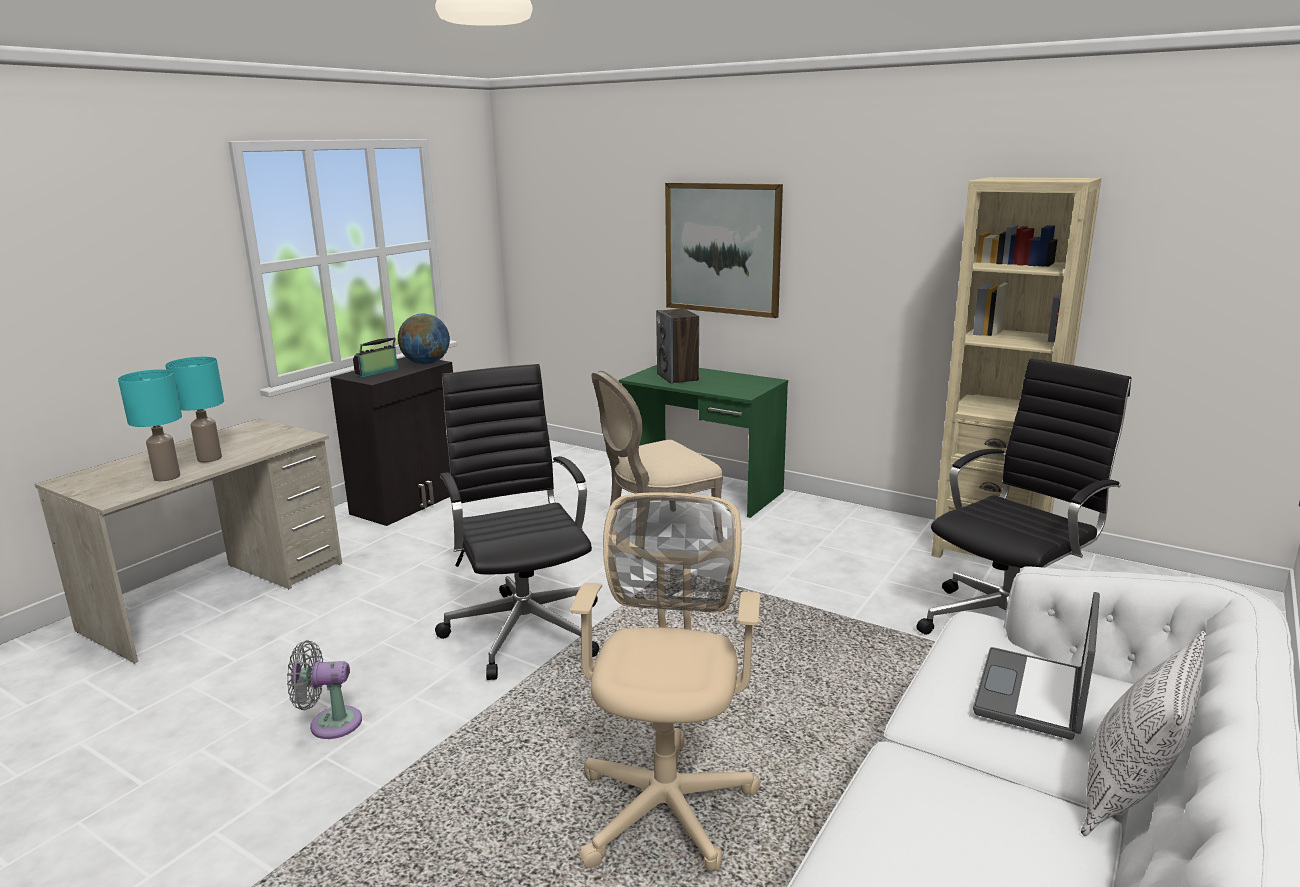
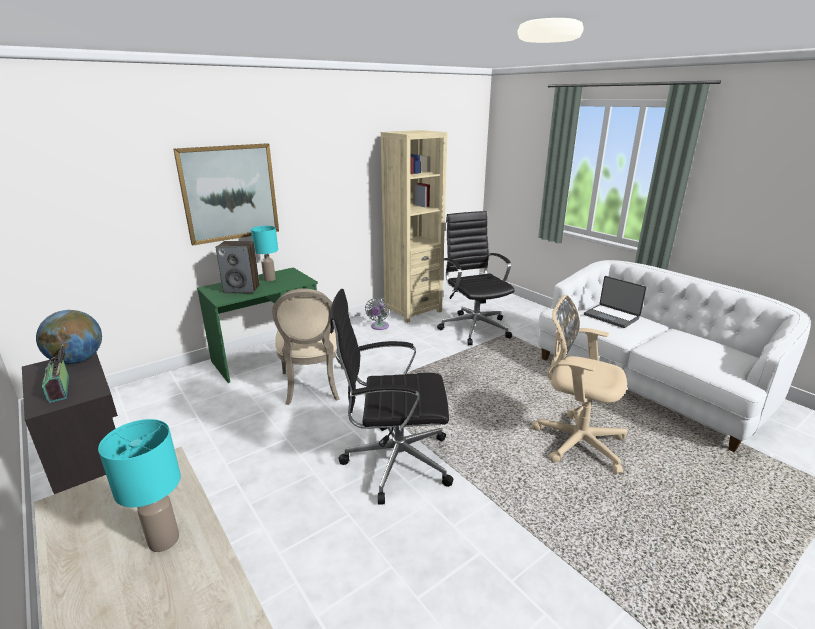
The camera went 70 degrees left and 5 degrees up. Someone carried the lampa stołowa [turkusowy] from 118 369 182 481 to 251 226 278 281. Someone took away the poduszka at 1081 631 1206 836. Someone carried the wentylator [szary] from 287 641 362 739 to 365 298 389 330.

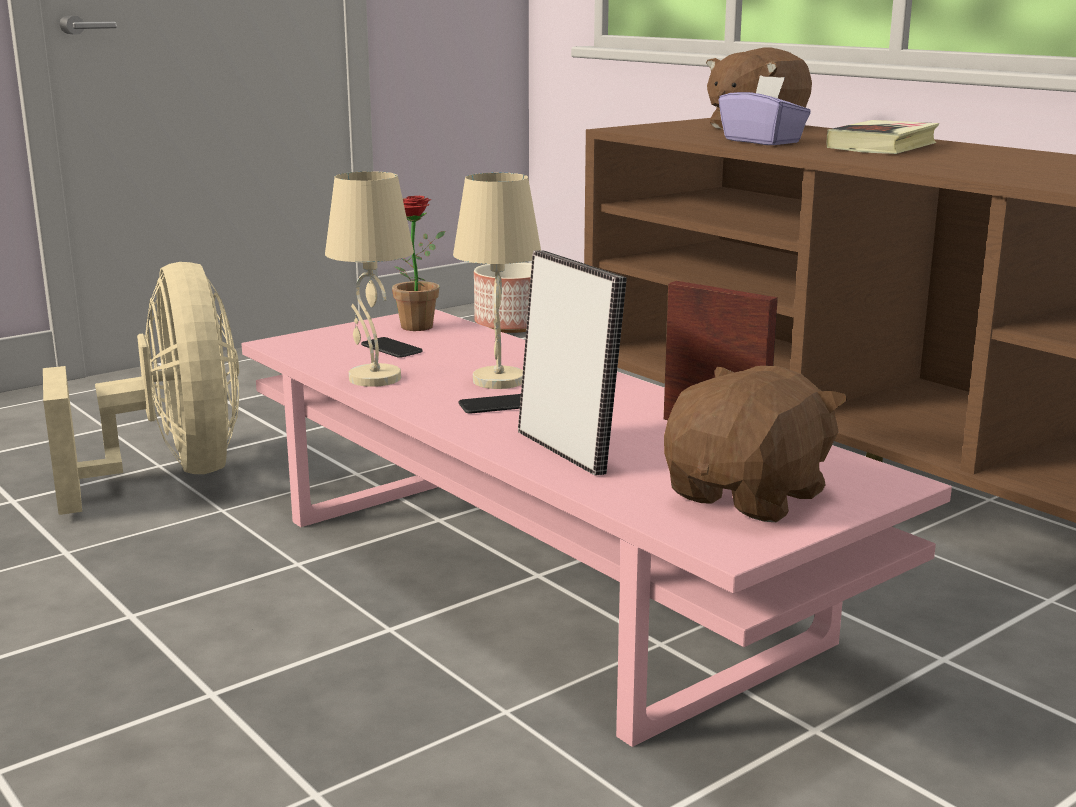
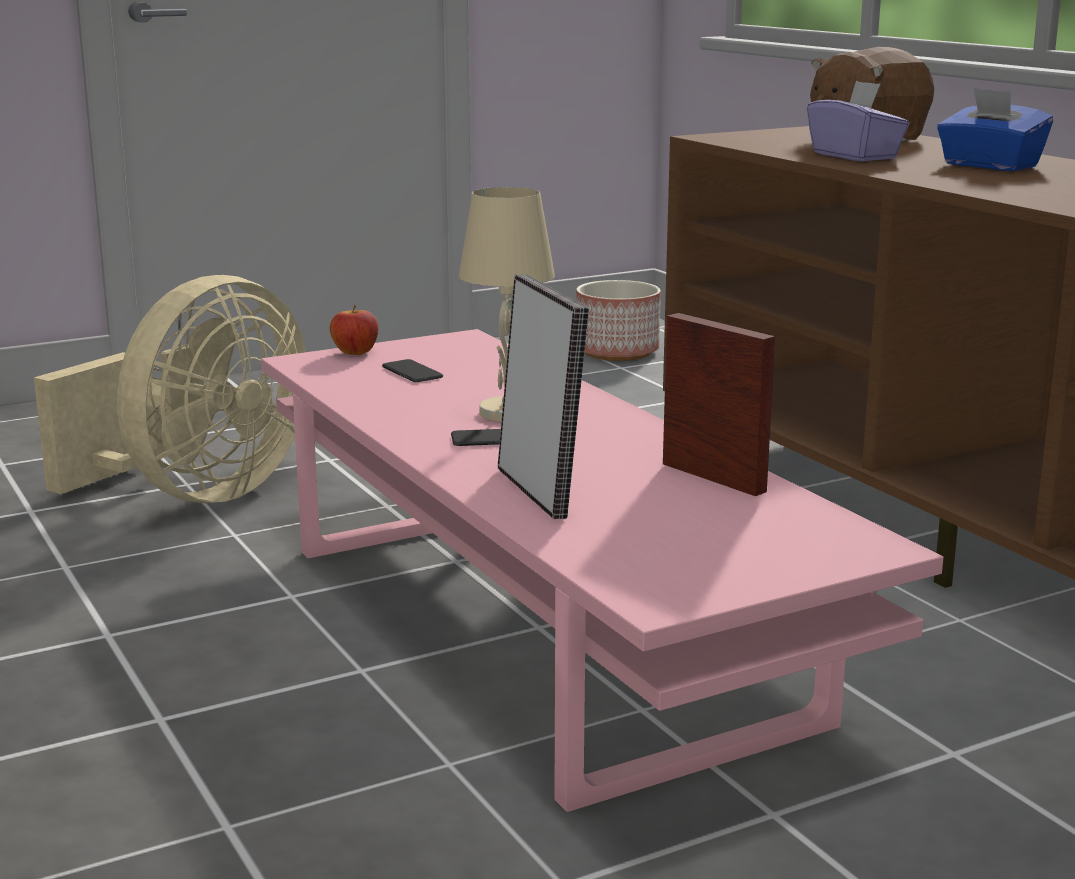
The camera went 10 degrees right and 0 degrees up. Someone swapped the książka at 826 120 939 154 for the pudełko chusteczek [niebieski] at 937 88 1053 171. Someone took away the lampa stołowa [beżowy] at 325 171 414 387. Someone took away the roślina doniczkowa at 392 196 445 331. Someone rotated the wentylator [beżowy] at 43 262 239 515 by 45 degrees clockwise. Someone took away the pluszak [brązowy] at 664 366 847 522. Someone put down the jabłko at 330 305 378 355.

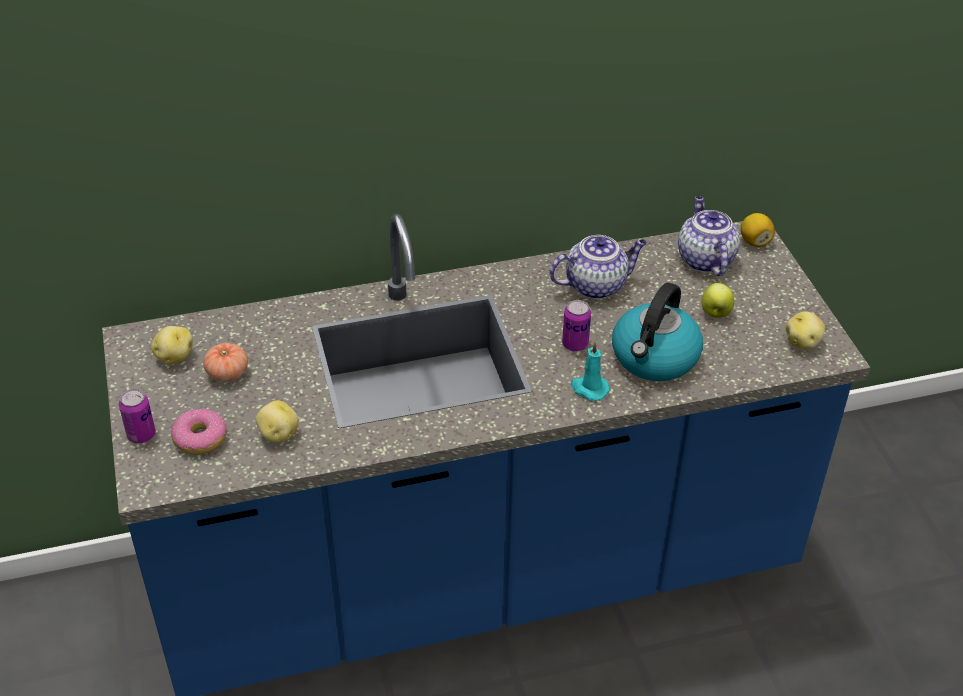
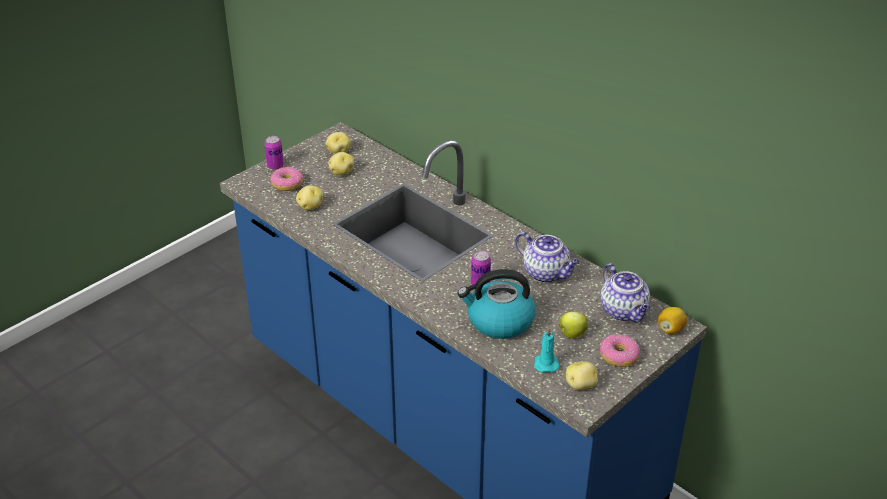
The camera went 60 degrees right and 5 degrees down. Someone rotated the imbryk at 678 196 740 276 by 105 degrees clockwise. Someone carried the świeca [turkusowy] from 571 342 610 401 to 534 327 560 372. Someone swapped the pomidor at 203 343 248 382 for the ziemniak at 328 152 354 175. Someone put down the donut at 600 334 640 367.

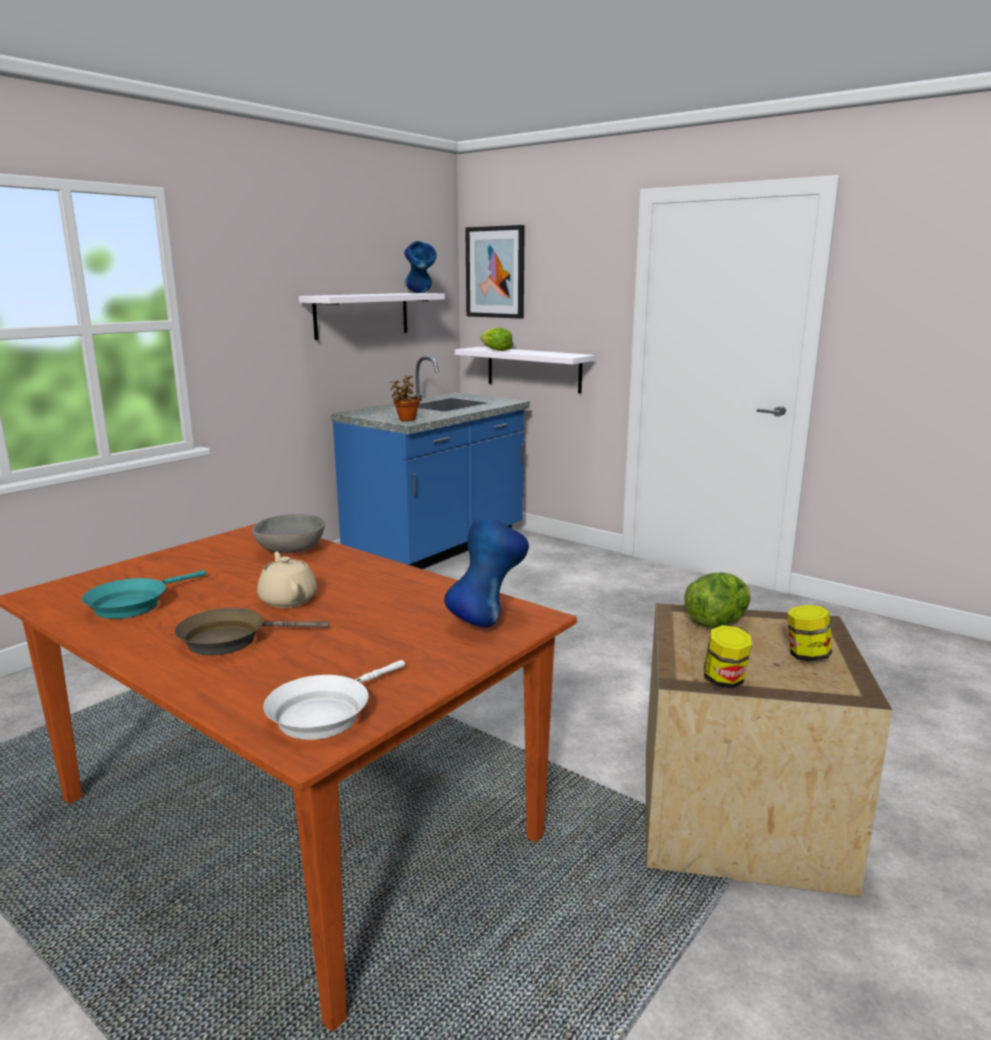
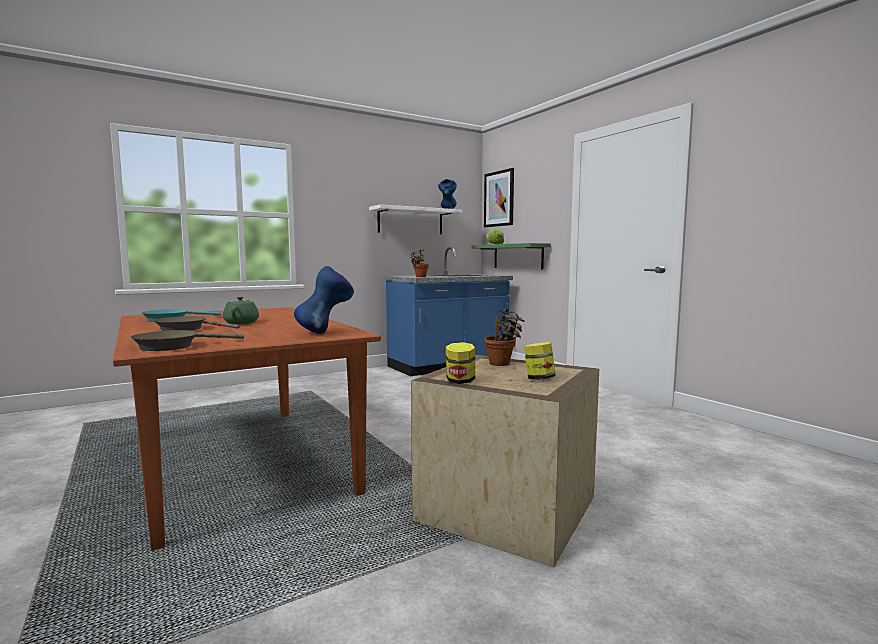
The camera went 20 degrees right and 10 degrees down. Someone repainted the półka [biały] at 455 347 595 394, which became the półka [zielony] at 471 243 551 269. Someone took away the miska [szary] at 252 514 325 553. Someone repainted the imbryk [beżowy] at 257 551 317 608, which became the imbryk [zielony] at 223 297 259 324. Someone swapped the sałata at 684 572 751 628 for the roślina doniczkowa at 484 309 525 366. Someone repainted the patelnia [biały] at 263 660 405 740, which became the patelnia [brązowy] at 131 330 244 351.

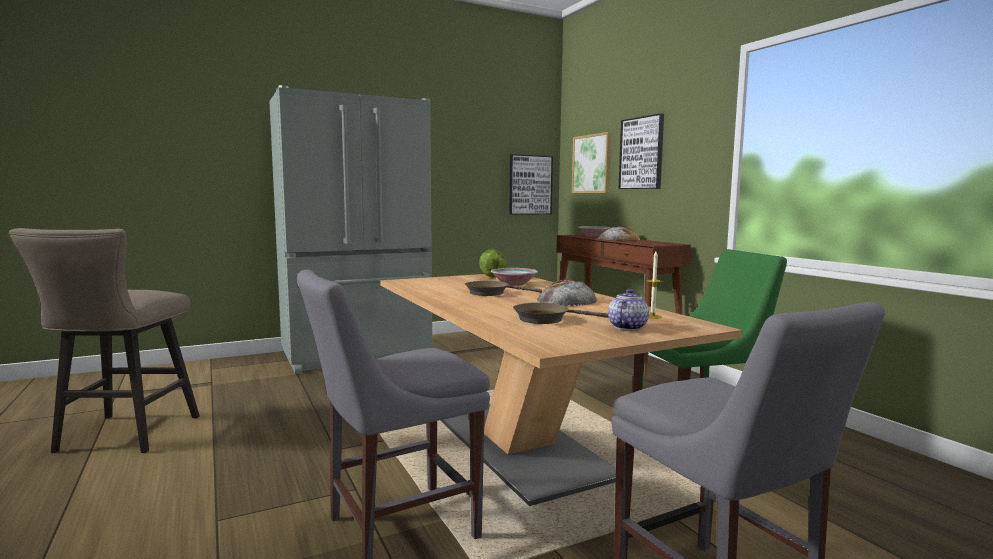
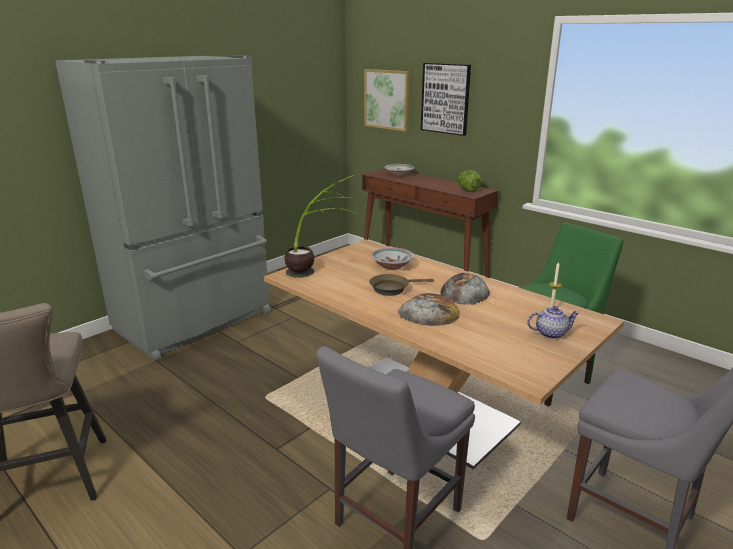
The camera went 20 degrees left and 15 degrees up. Someone took away the obraz at 509 154 553 215. Someone carried the chleb from 599 226 640 241 to 398 293 460 326. Someone carried the sałata from 479 249 507 278 to 458 170 482 192. Someone rotated the imbryk at 608 289 649 330 by 75 degrees clockwise. Someone took away the patelnia [brązowy] at 513 303 609 324. Someone put down the roślina doniczkowa at 284 175 357 278.

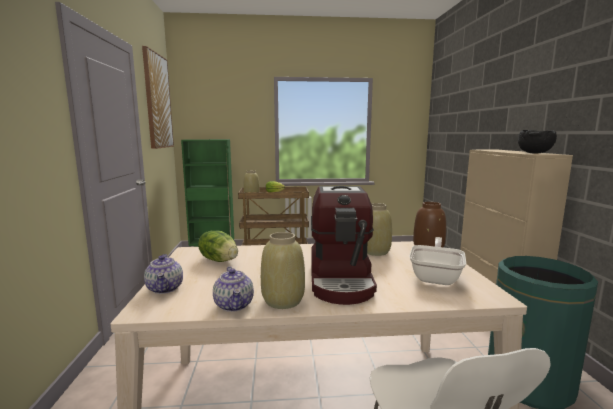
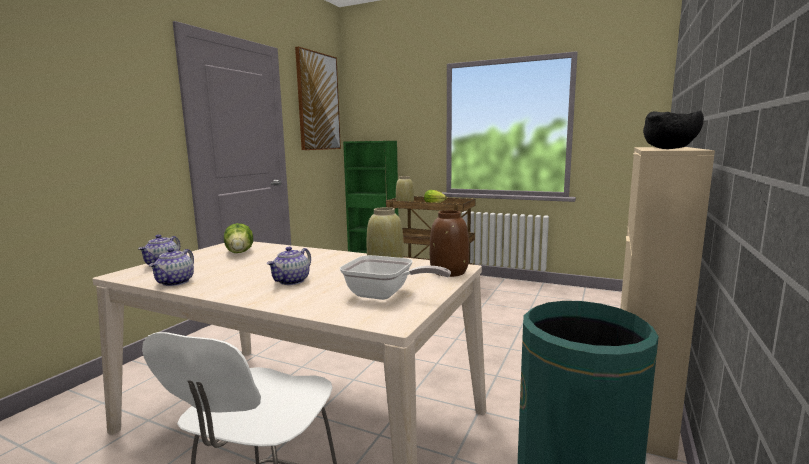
The camera went 30 degrees right and 0 degrees up. Someone swapped the ekspres do kawy at 311 186 377 305 for the imbryk at 267 247 311 285. Someone took away the wazon [beżowy] at 261 232 305 309. Someone rotated the patelnia at 409 237 466 285 by 60 degrees clockwise.

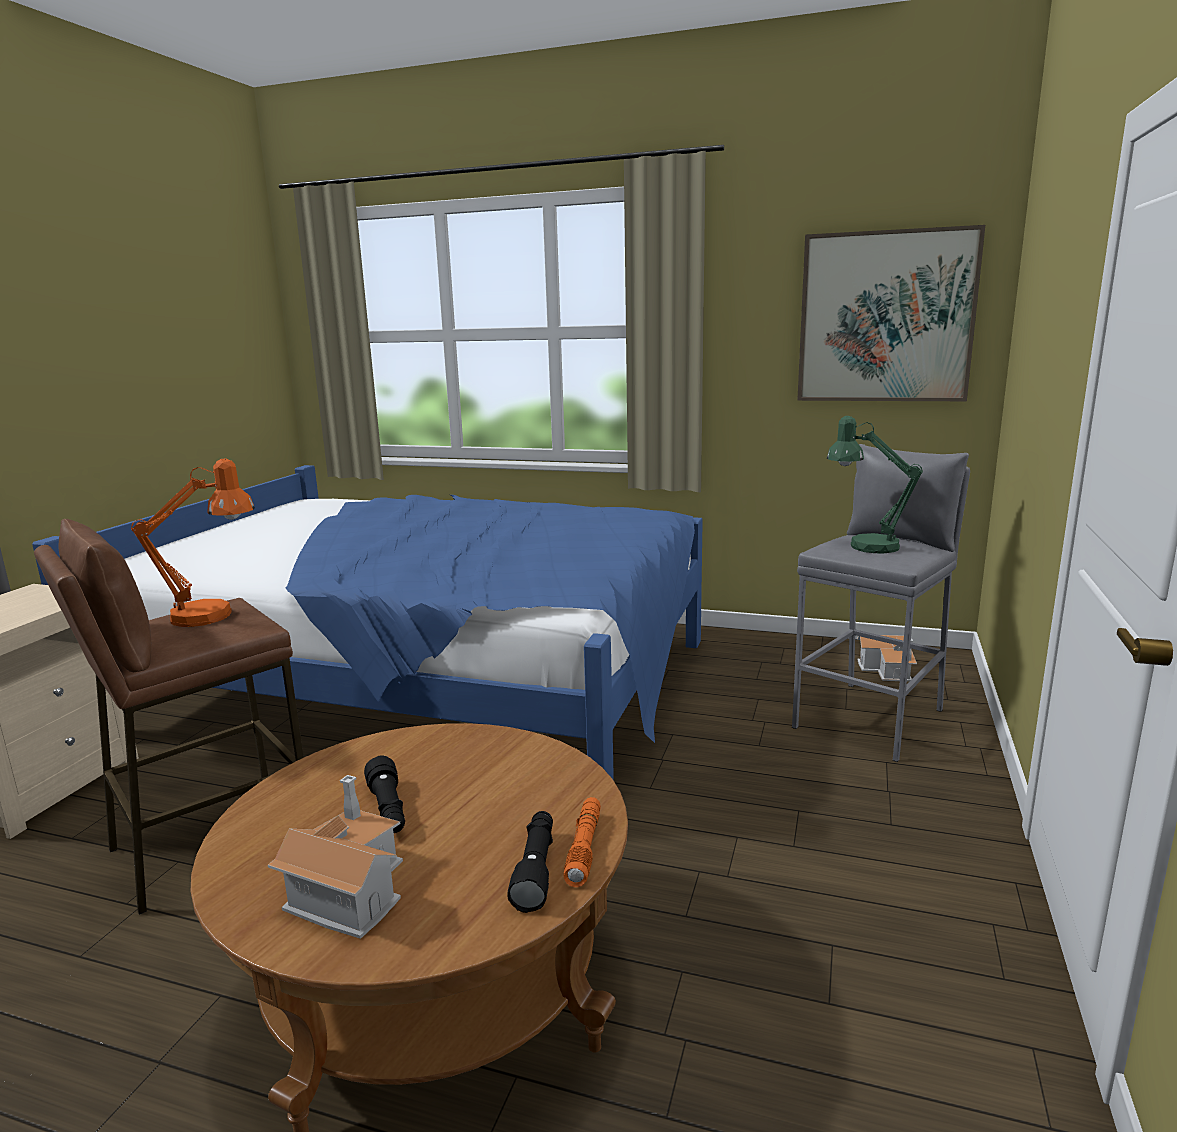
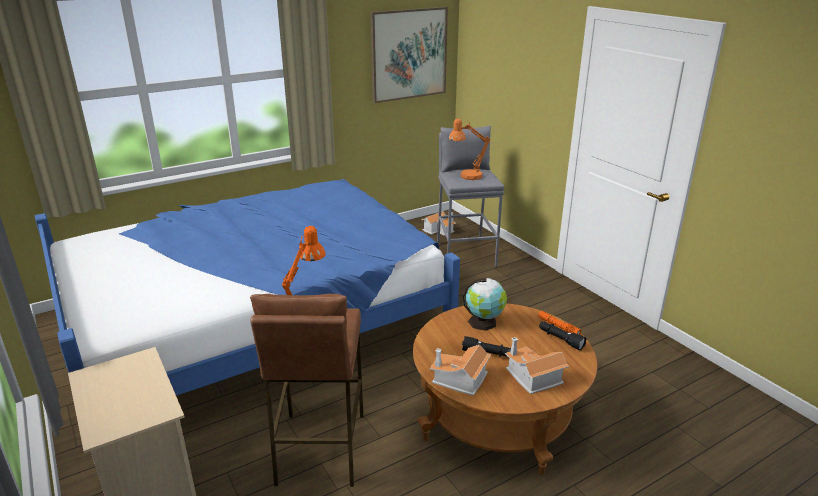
The camera went 50 degrees left and 10 degrees up. Someone repainted the lampa stołowa [zielony] at 827 416 923 554, which became the lampa stołowa [pomarańczowy] at 449 118 490 180. Someone put down the globus at 463 278 507 331. Someone put down the domek at 430 345 491 396.

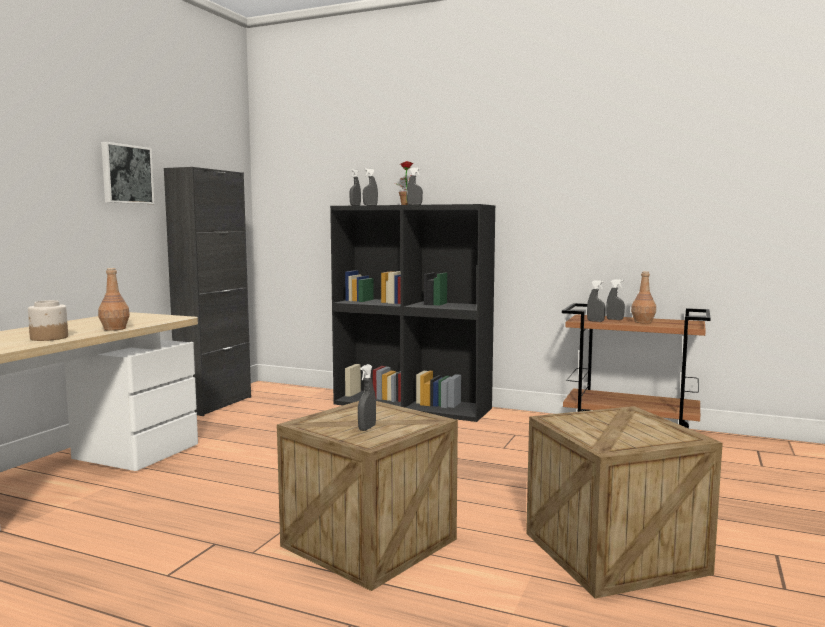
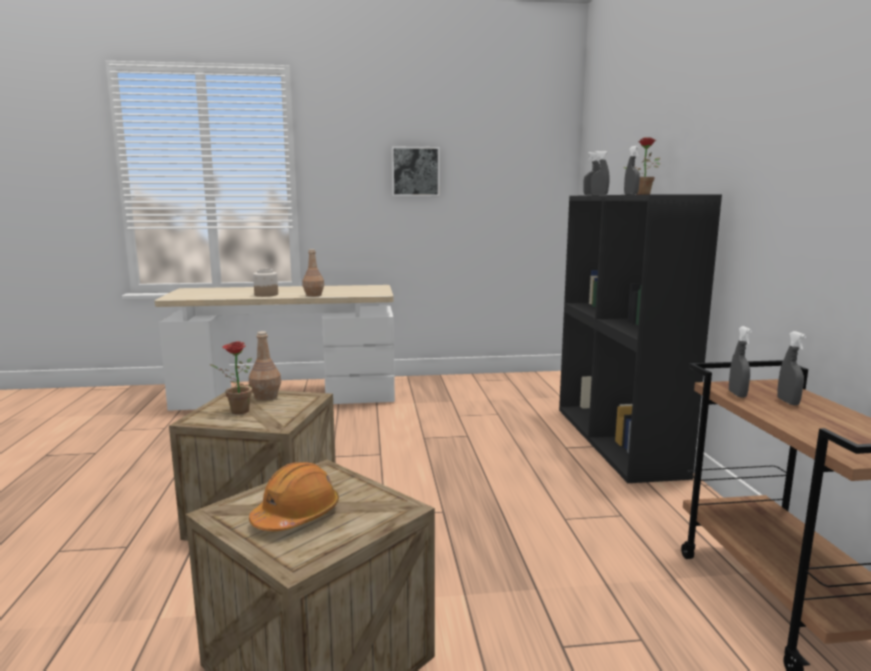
The camera went 60 degrees right and 5 degrees up. Someone took away the szafka [czarny] at 164 167 251 416. Someone carried the butelka [brązowy] from 631 271 656 323 to 249 331 281 401. Someone swapped the spryskiwacz [szary] at 358 364 376 431 for the roślina doniczkowa at 210 341 252 414. Someone put down the kask [pomarańczowy] at 249 462 339 531.

